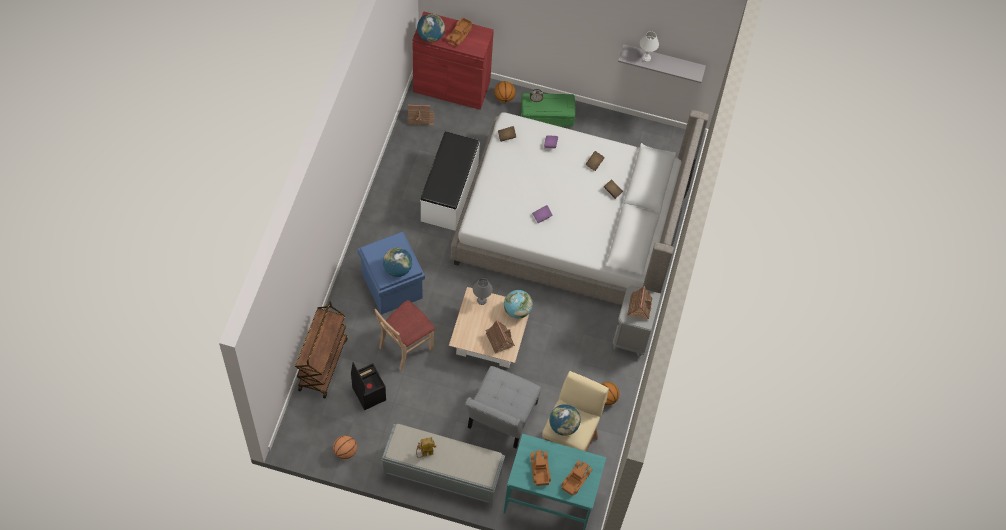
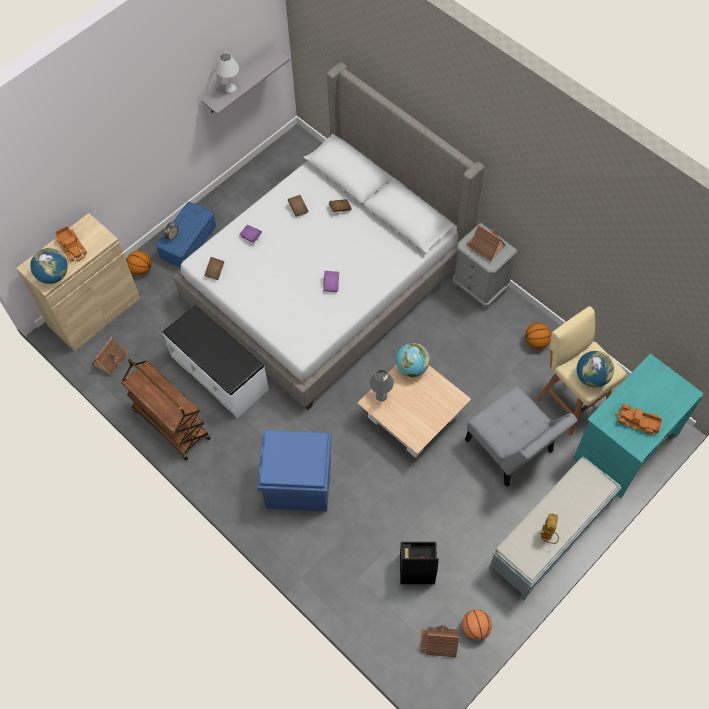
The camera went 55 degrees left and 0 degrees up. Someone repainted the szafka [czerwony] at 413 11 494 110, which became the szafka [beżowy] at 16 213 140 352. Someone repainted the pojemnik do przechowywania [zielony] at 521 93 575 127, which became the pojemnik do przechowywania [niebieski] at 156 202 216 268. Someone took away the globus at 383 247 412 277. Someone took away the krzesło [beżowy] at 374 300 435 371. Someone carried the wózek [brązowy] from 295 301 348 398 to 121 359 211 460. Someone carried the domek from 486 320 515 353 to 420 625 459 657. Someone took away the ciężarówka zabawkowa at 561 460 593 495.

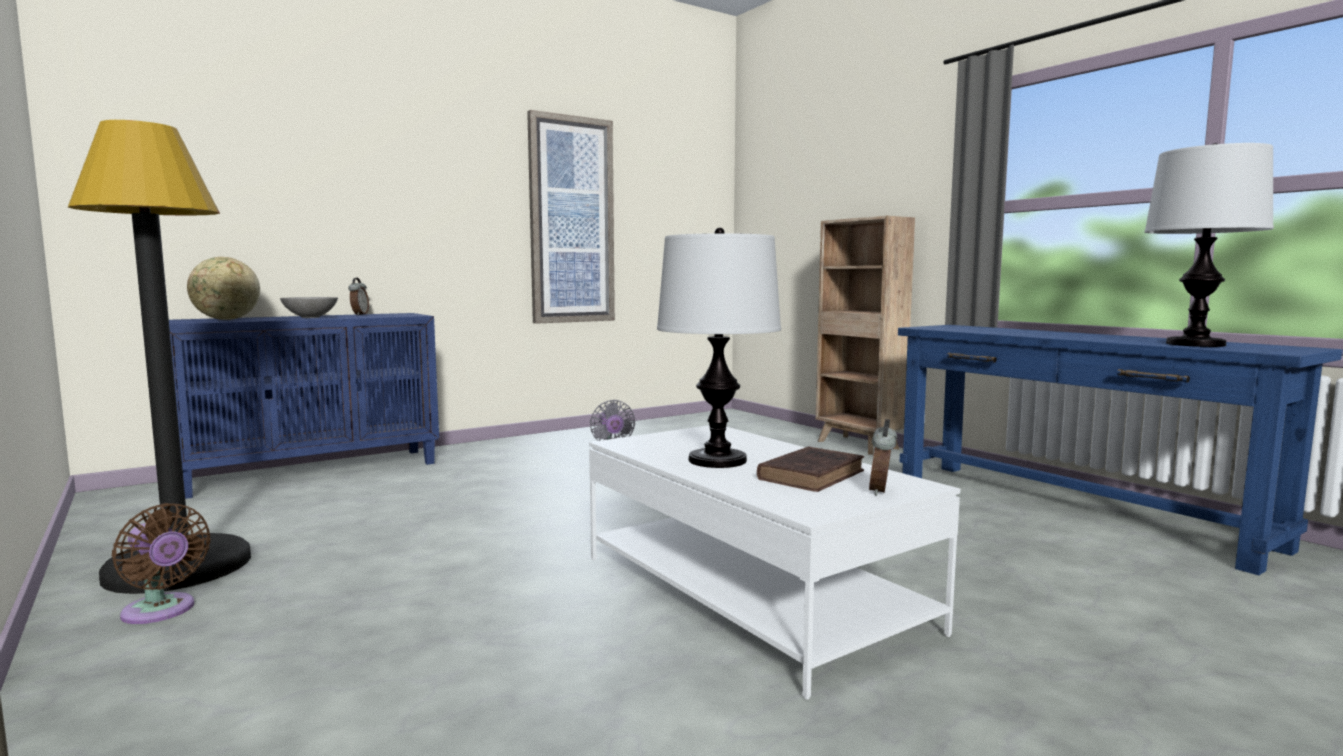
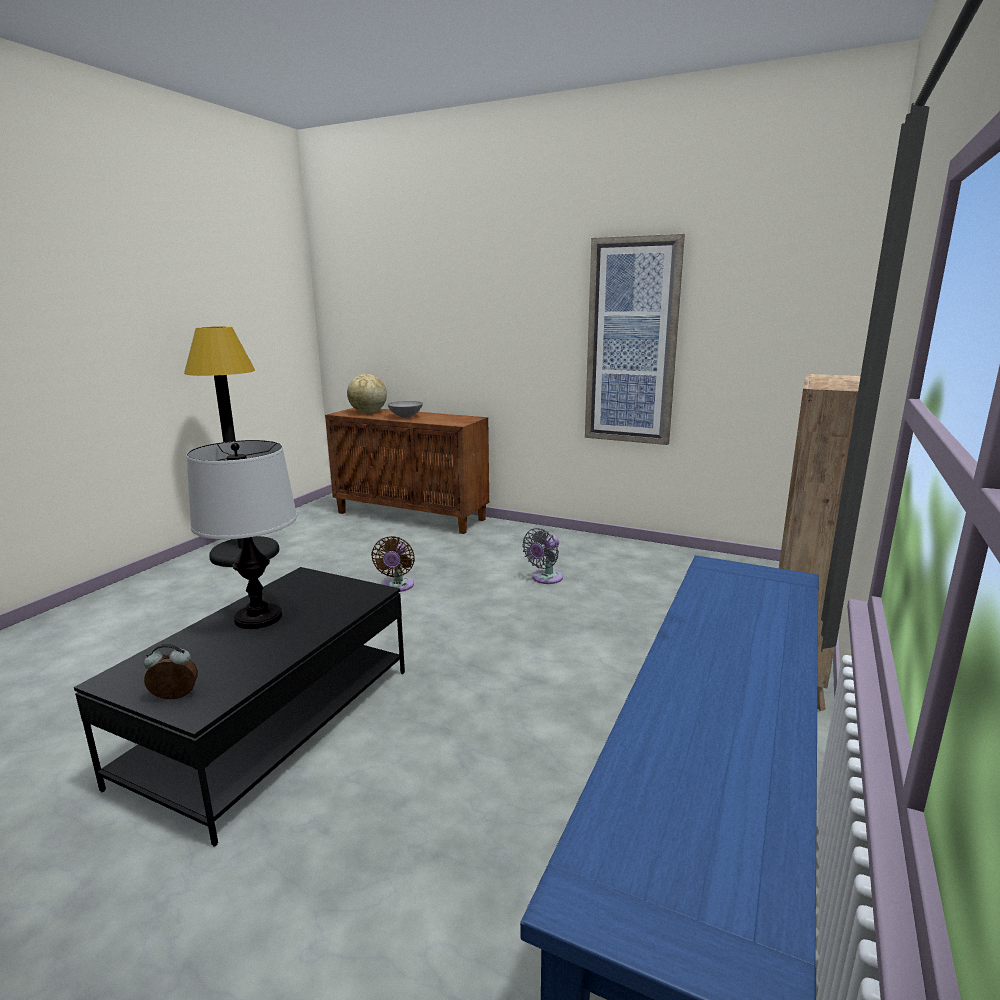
The camera went 60 degrees right and 10 degrees up. Someone took away the lampa stołowa at 1145 143 1274 347. Someone took away the budzik at 348 278 369 315. Someone repainted the szafka [niebieski] at 169 313 439 499, which became the szafka [brązowy] at 325 408 489 534. Someone repainted the ława [biały] at 589 425 960 700, which became the ława [czarny] at 74 567 405 847. Someone took away the książka [brązowy] at 757 446 864 492. Someone carried the wentylator [brązowy] from 112 503 211 624 to 371 536 415 592.

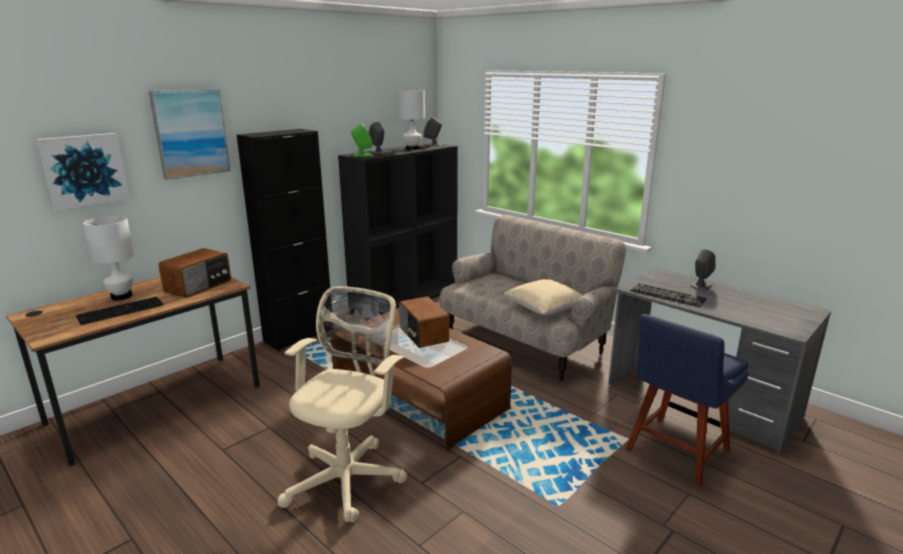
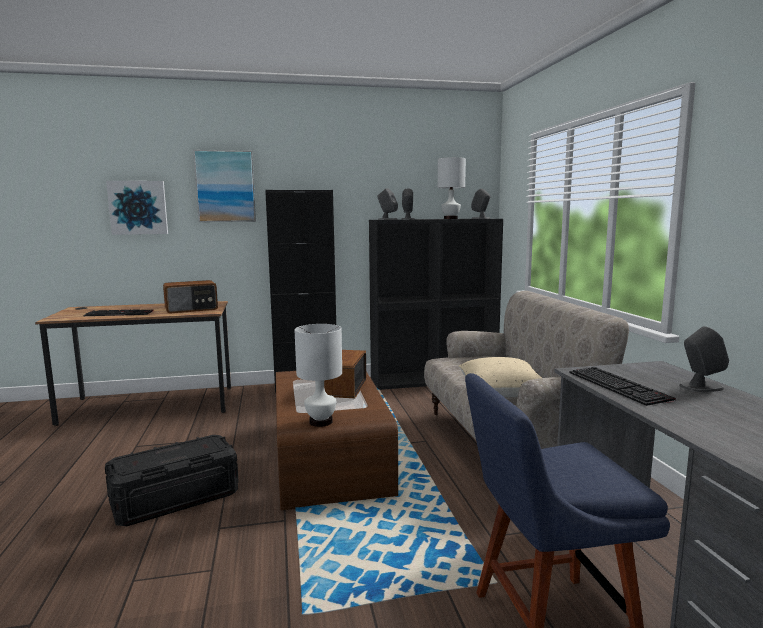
The camera went 35 degrees right and 10 degrees down. Someone repainted the głośnik [zielony] at 351 124 374 157, which became the głośnik [szary] at 377 188 398 220. Someone carried the lampa stołowa [biały] from 83 216 134 300 to 294 324 342 427. Someone swapped the krzesło biurowe [beżowy] at 277 286 407 523 for the pojemnik do przechowywania [czarny] at 105 435 239 526.

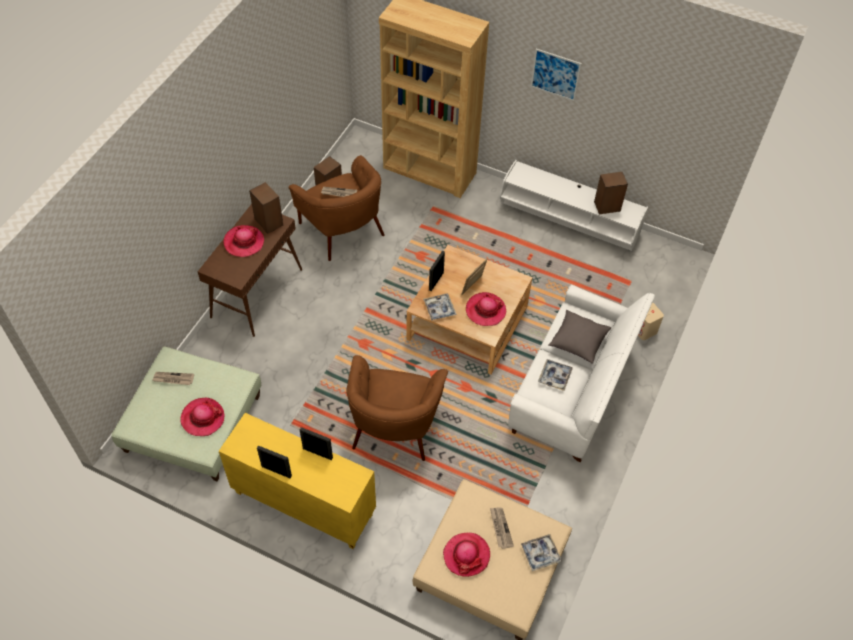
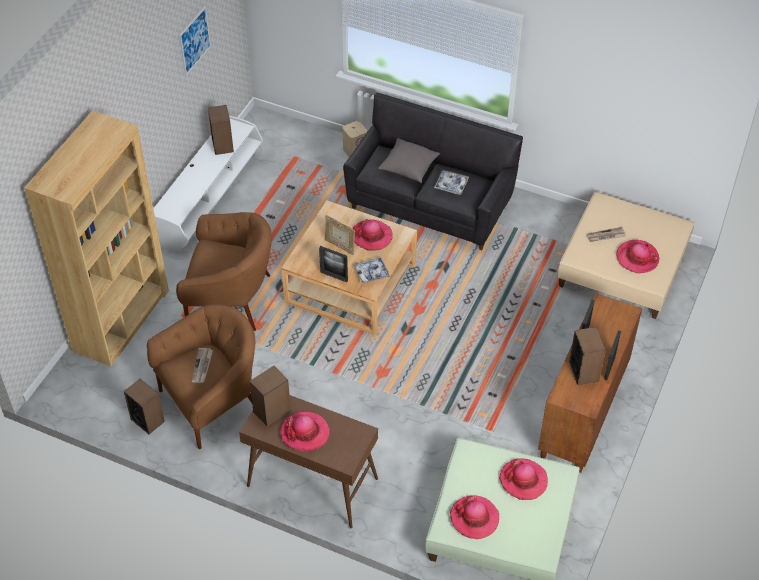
The camera went 90 degrees left and 5 degrees down. Someone carried the obraz from 531 49 582 101 to 179 6 211 76. Someone repainted the kanapa [biały] at 508 285 655 462, which became the kanapa [czarny] at 343 92 523 250. Someone carried the fotel [brązowy] from 346 355 448 461 to 176 212 271 331. Someone swapped the gazeta at 152 372 194 385 for the kapelusz at 450 495 499 539. Someone repainted the szafka [żółty] at 219 413 376 549, which became the szafka [brązowy] at 538 293 642 473. Someone took away the taca at 521 534 562 571. Someone put down the głośnik at 569 327 606 385.

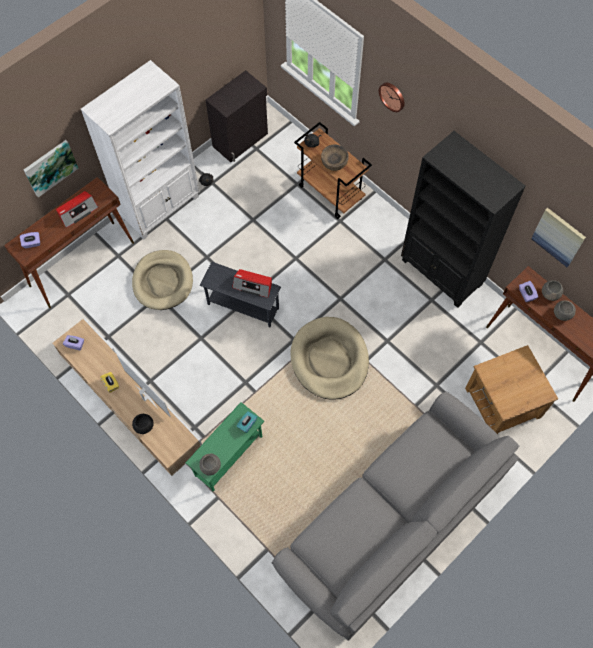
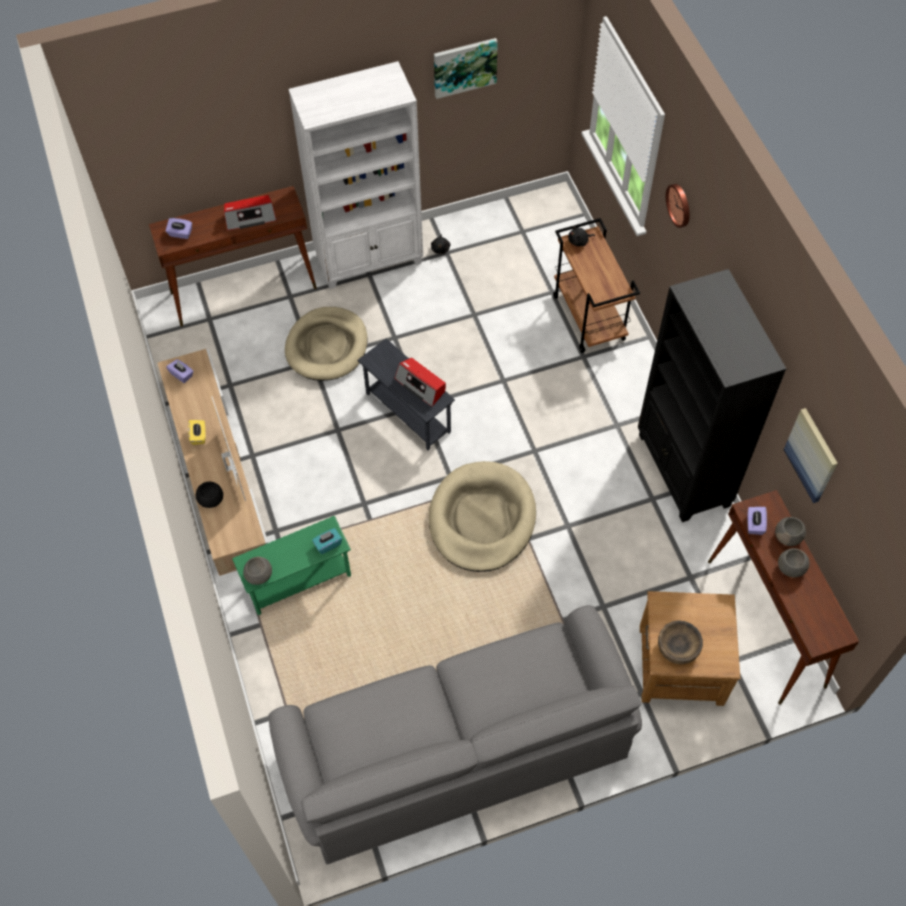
The camera went 25 degrees right and 5 degrees down. Someone took away the szafka [czarny] at 206 70 268 162. Someone carried the obraz from 24 140 78 197 to 434 38 498 99. Someone carried the miska [brązowy] from 321 145 349 171 to 658 620 703 664.

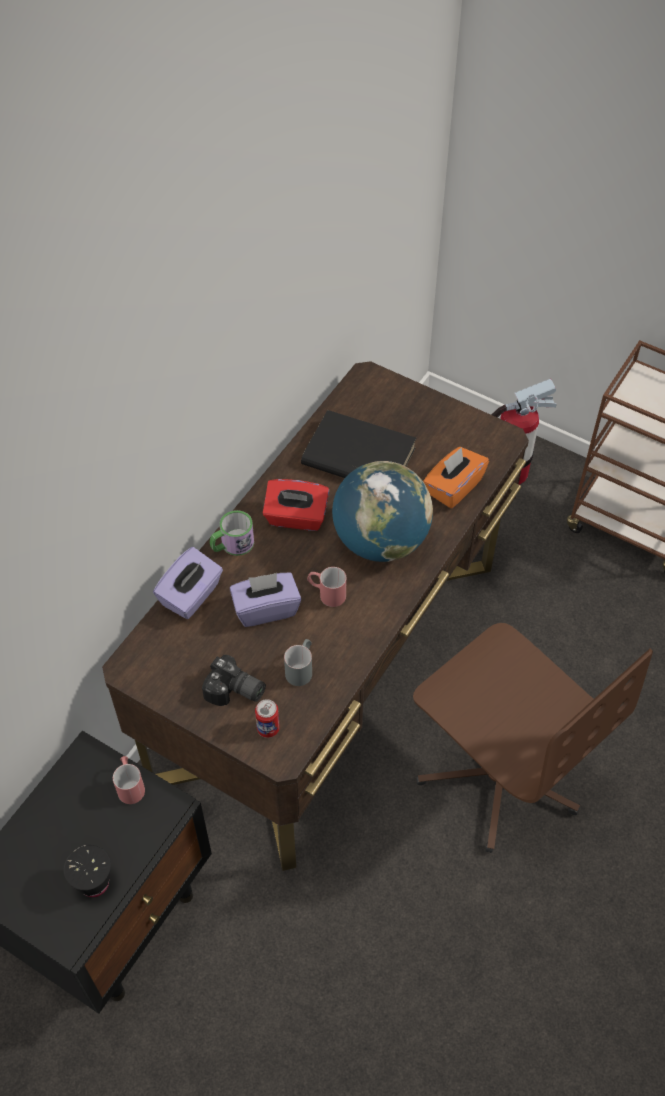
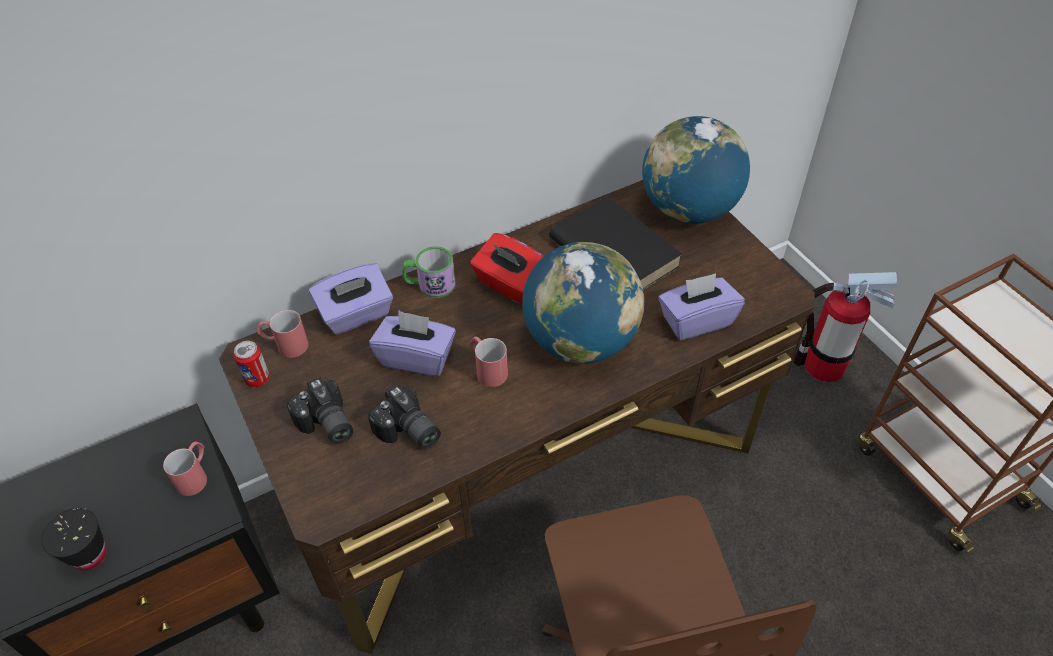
The camera went 30 degrees right and 5 degrees down. Someone repainted the pudełko chusteczek [pomarańczowy] at 423 447 489 508, which became the pudełko chusteczek [fioletowy] at 658 273 745 340. Someone swapped the kubek [szary] at 284 639 312 686 for the aparat fotograficzny at 368 384 441 449. Someone carried the puszka from 255 699 280 738 to 233 341 270 387. Someone put down the globus at 642 116 750 224. Someone put down the kubek [czerwony] at 257 310 309 358.

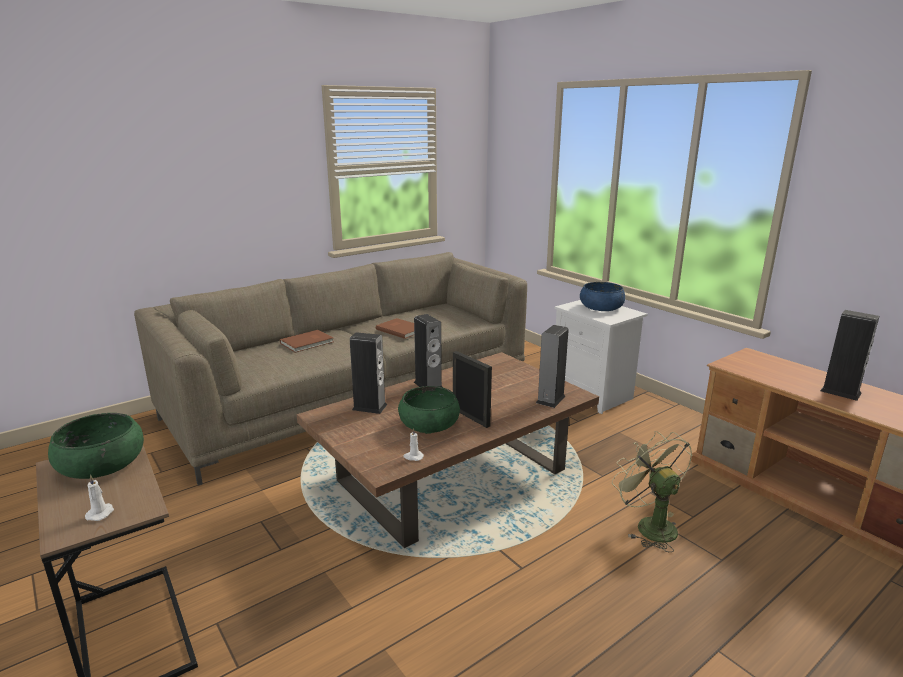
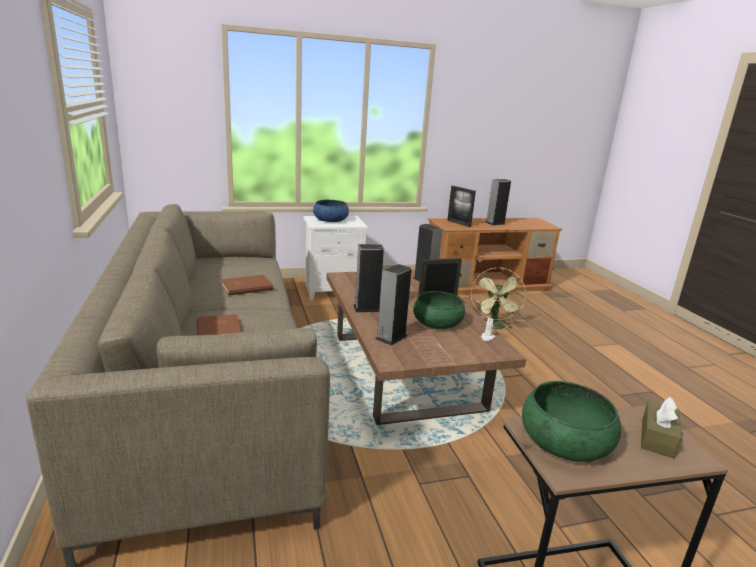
The camera went 70 degrees left and 0 degrees up. Someone rotated the wentylator [zielony] at 611 431 692 552 by 75 degrees counterclockwise. Someone swapped the świeca [biały] at 85 475 114 521 for the pudełko chusteczek [brązowy] at 641 397 681 458. Someone put down the ramka na zdjęcie at 447 186 476 227.

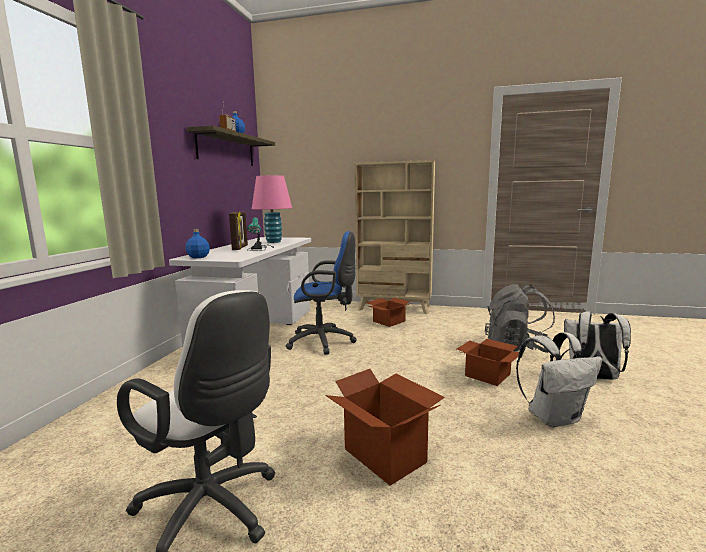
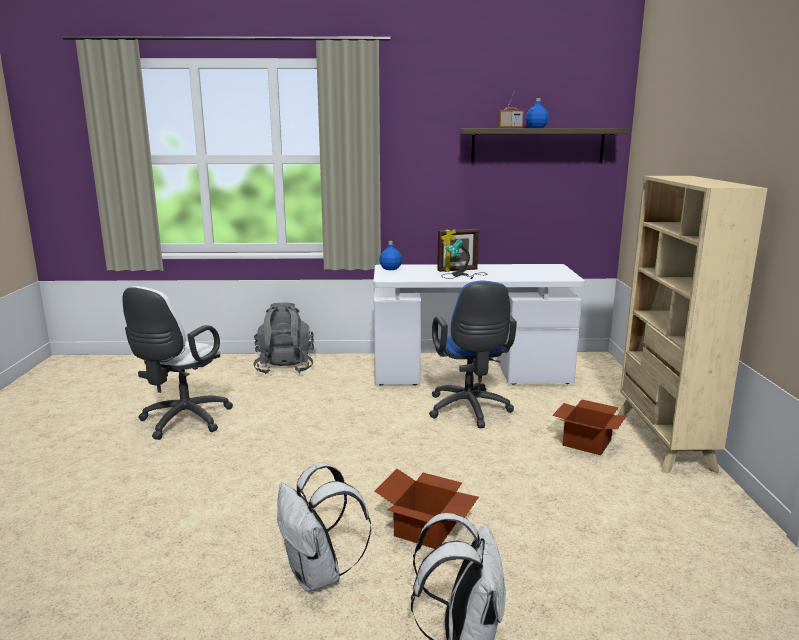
The camera went 75 degrees right and 5 degrees up. Someone took away the lampa stołowa [różowy] at 252 175 292 243. Someone carried the plecak [szary] from 485 284 555 353 to 253 302 314 374. Someone took away the karton at 325 369 445 486.

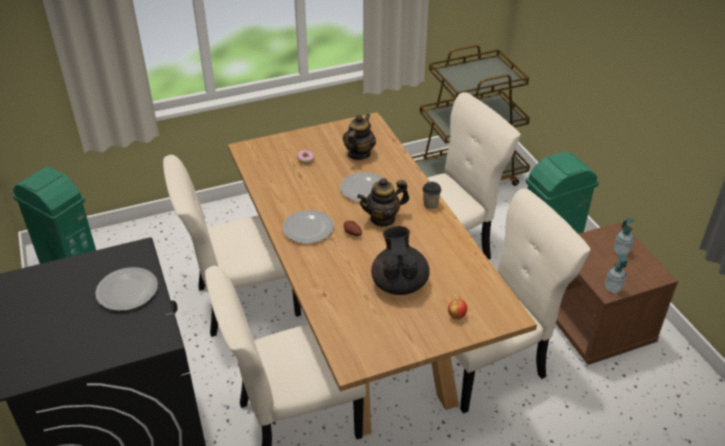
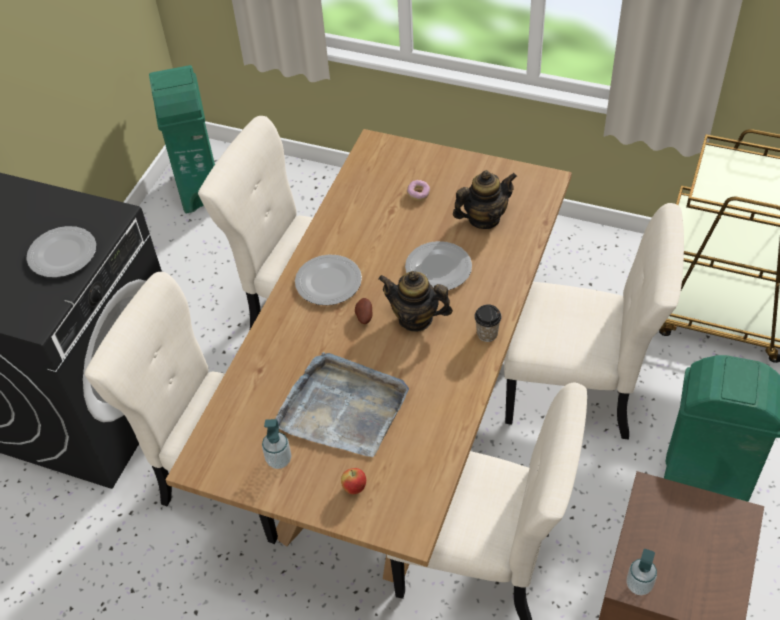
The camera went 45 degrees right and 10 degrees up. Someone carried the dozownik mydła from 614 218 634 256 to 262 419 291 469. Someone swapped the imbryk [czarny] at 371 226 430 295 for the taca [szary] at 275 352 409 457.

